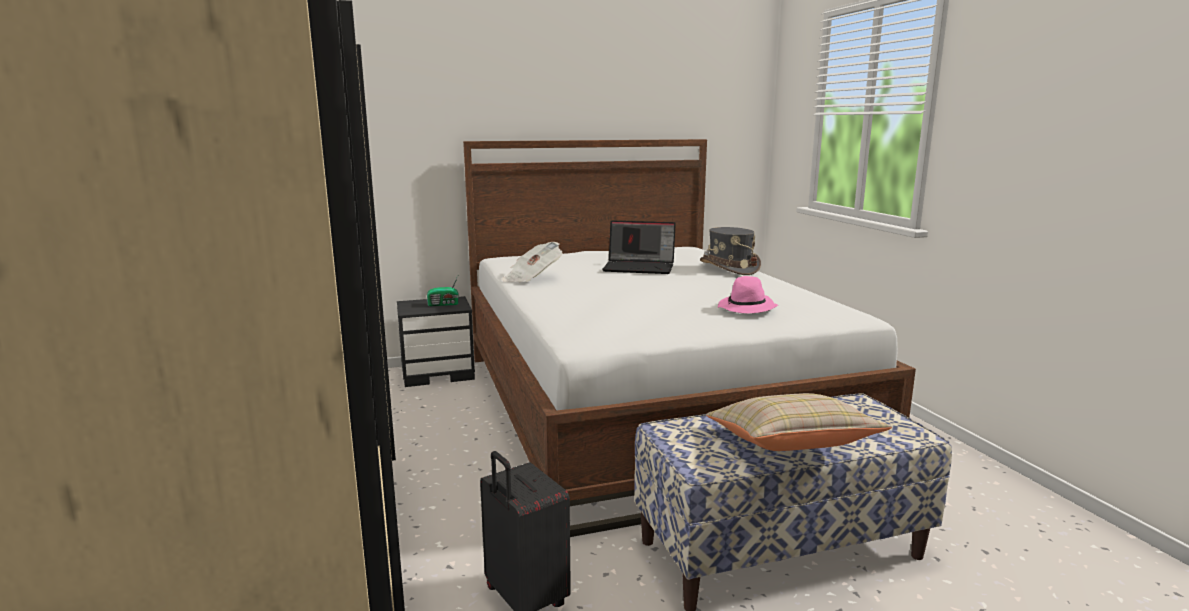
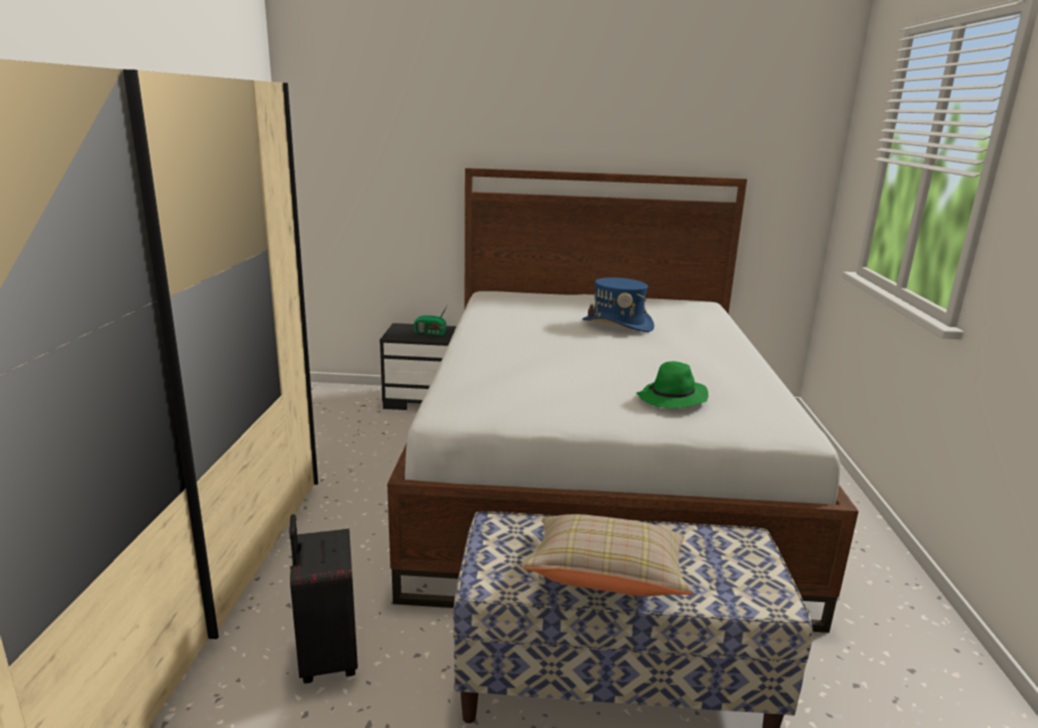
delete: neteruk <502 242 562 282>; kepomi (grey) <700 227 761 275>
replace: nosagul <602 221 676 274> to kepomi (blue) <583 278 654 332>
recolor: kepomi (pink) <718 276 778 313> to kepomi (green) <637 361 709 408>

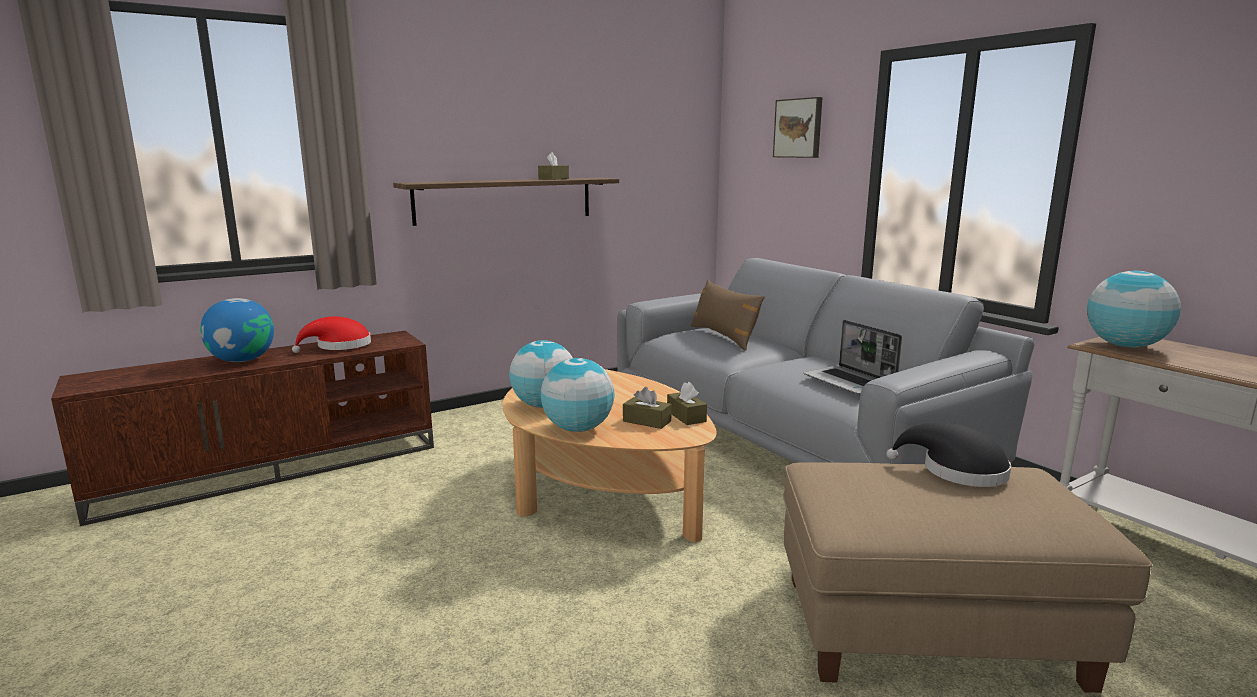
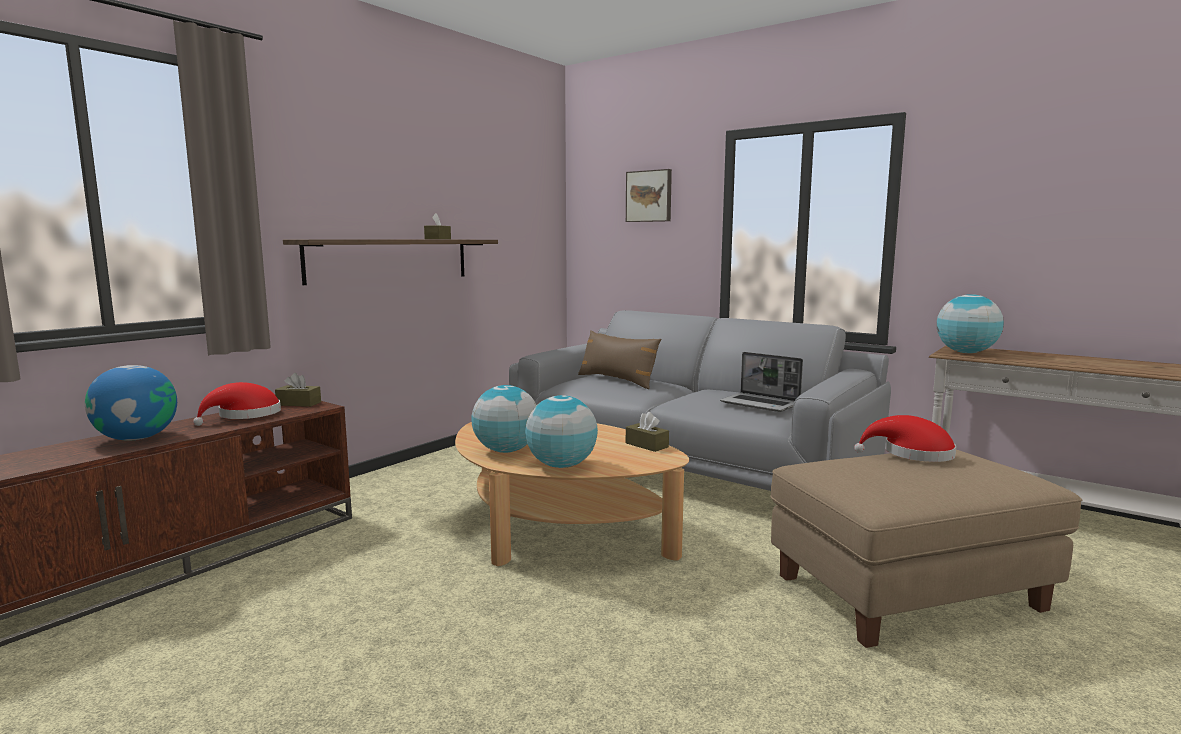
move: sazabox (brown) <623 387 672 429> to <275 373 321 407>
recolor: kepomi (black) <886 422 1011 487> to kepomi (red) <854 415 956 462>

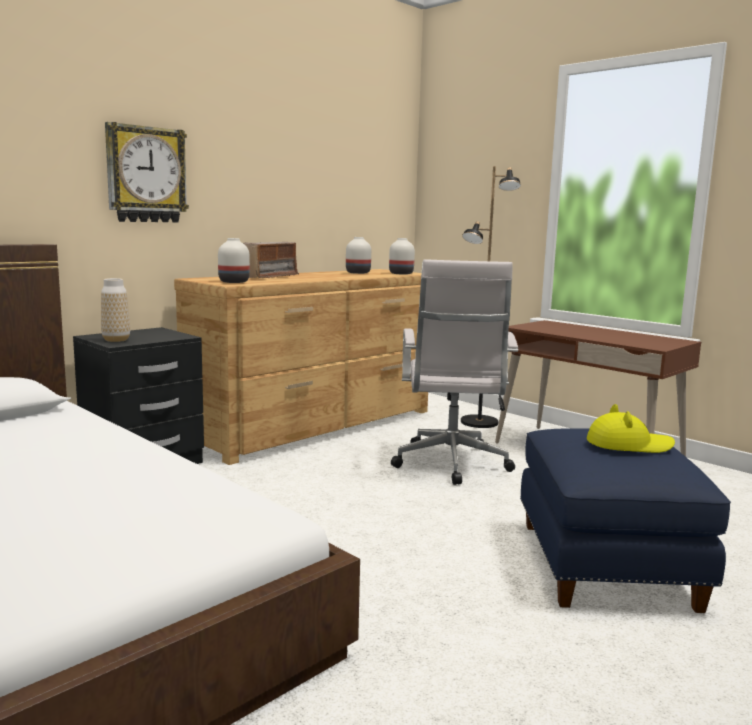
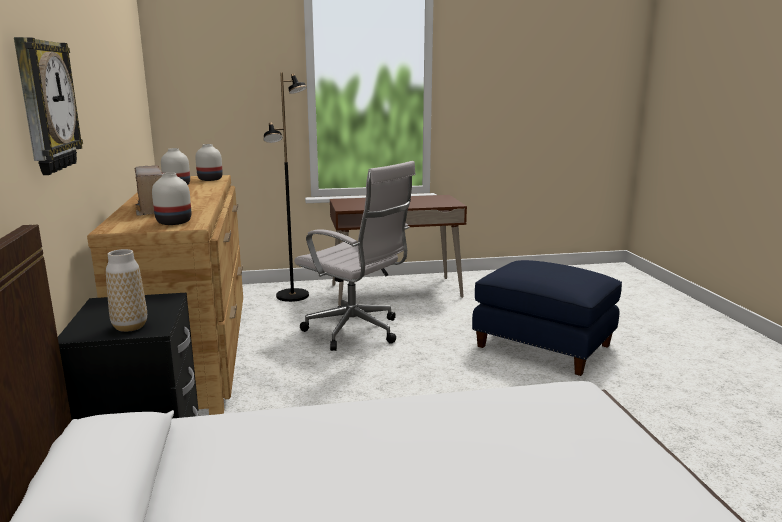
delete: kepomi (yellow) <587 404 675 453>

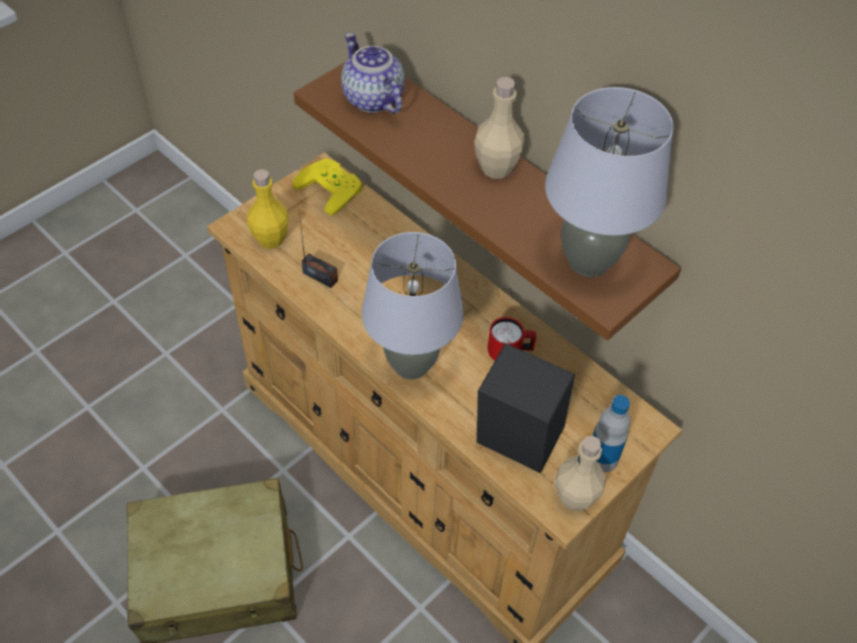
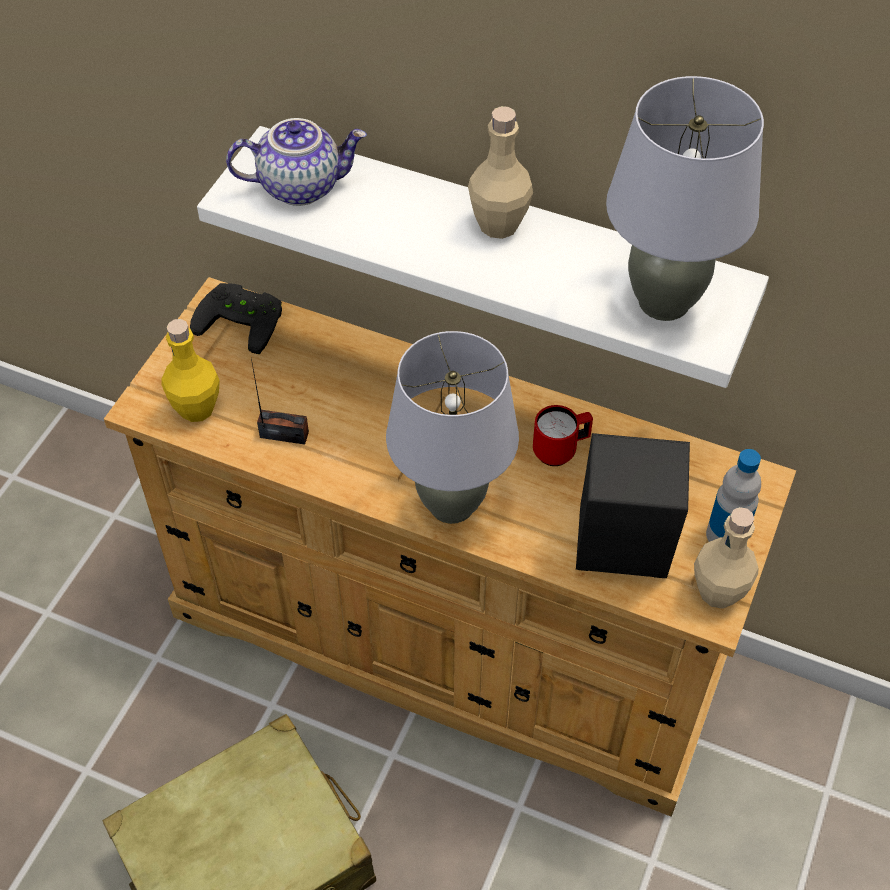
recolor: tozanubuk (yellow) <292 158 362 216> to tozanubuk (black) <190 283 282 354>; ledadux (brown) <294 62 681 341> to ledadux (white) <197 126 769 388>
rotate: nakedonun <341 33 405 114> = <226 118 367 206> 135 degrees clockwise

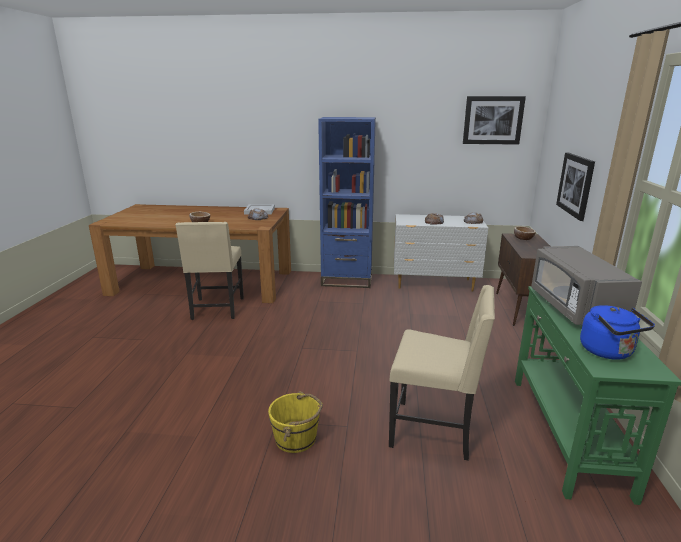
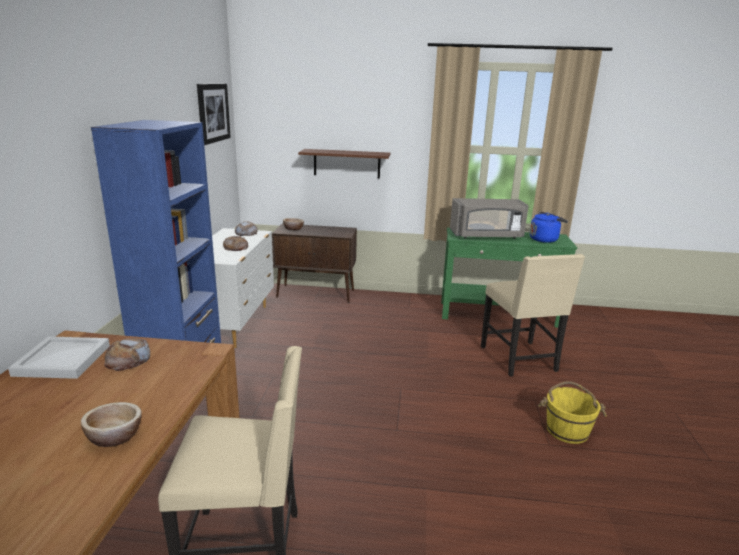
replace: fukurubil <556 152 595 221> to ledadux (brown) <298 149 390 178>
rotate: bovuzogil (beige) <389 285 495 461> = <481 254 585 377> 150 degrees clockwise

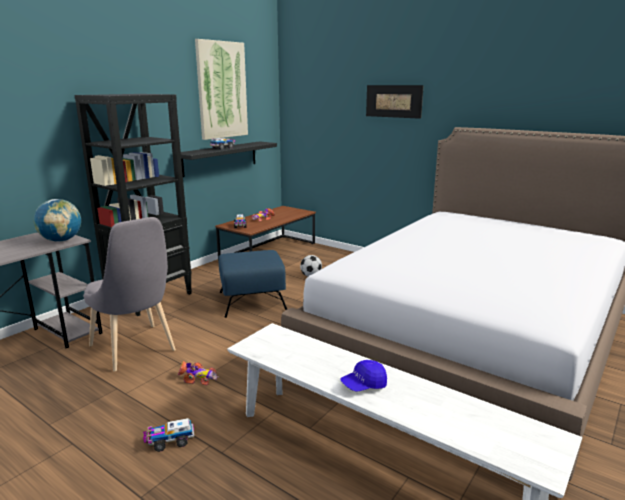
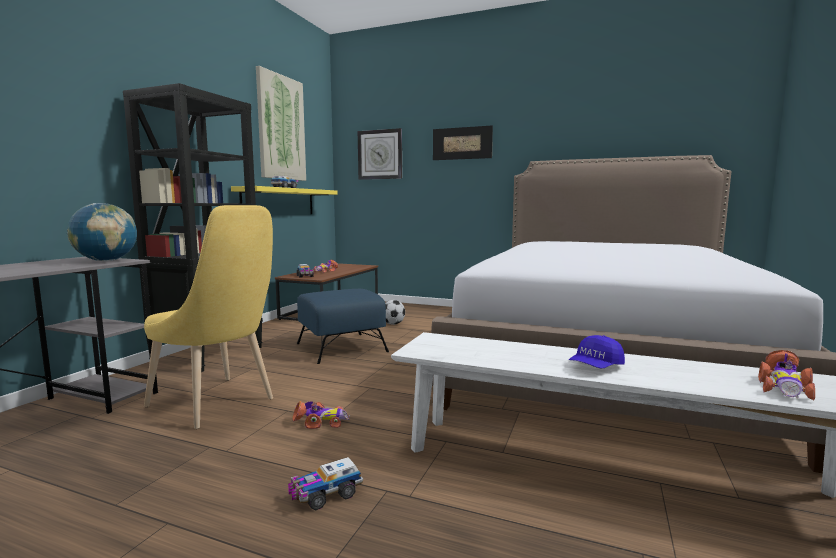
insert: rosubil <358 128 402 180>; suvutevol <758 350 815 401>
recolor: bovuzogil (grey) <83 217 176 372> to bovuzogil (yellow) <144 205 273 429>; ledadux (black) <181 141 277 177> to ledadux (yellow) <231 186 338 214>

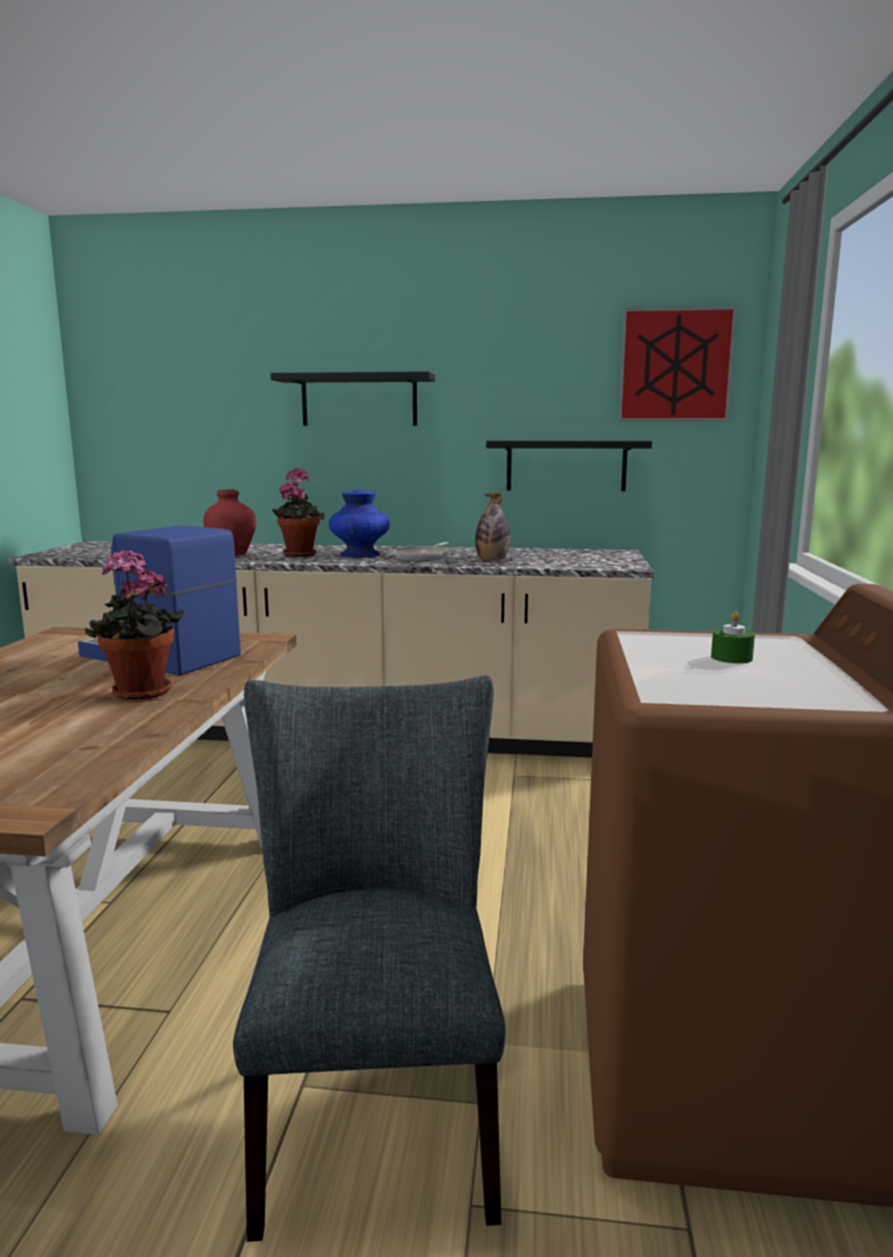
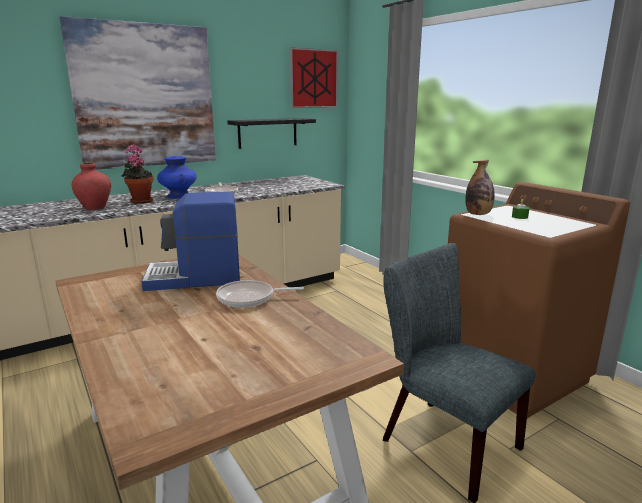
move: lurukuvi <475 493 510 561> to <465 160 495 215>
replace: ledadux (black) <270 371 435 426> to fukurubil <60 16 216 170>; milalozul <85 550 184 700> to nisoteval <216 280 304 308>

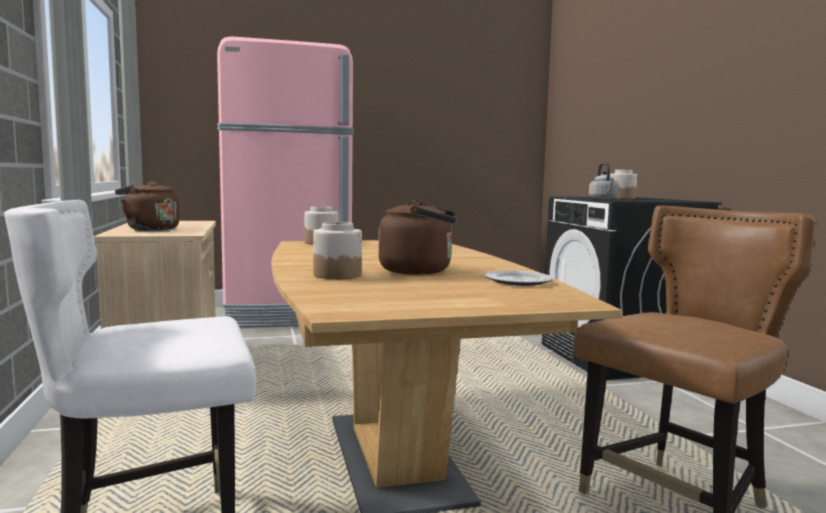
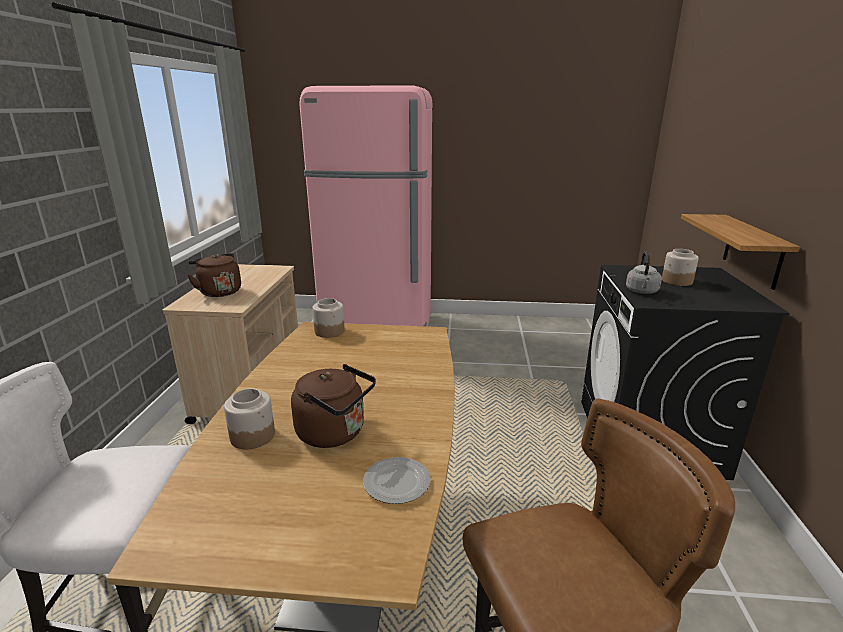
insert: ledadux <681 214 800 290>

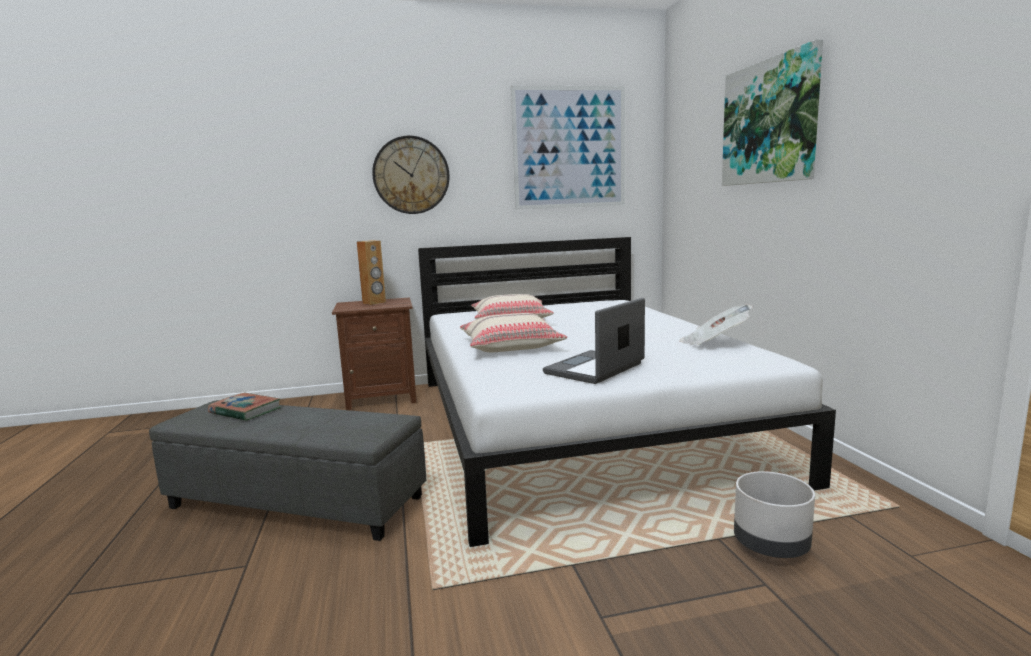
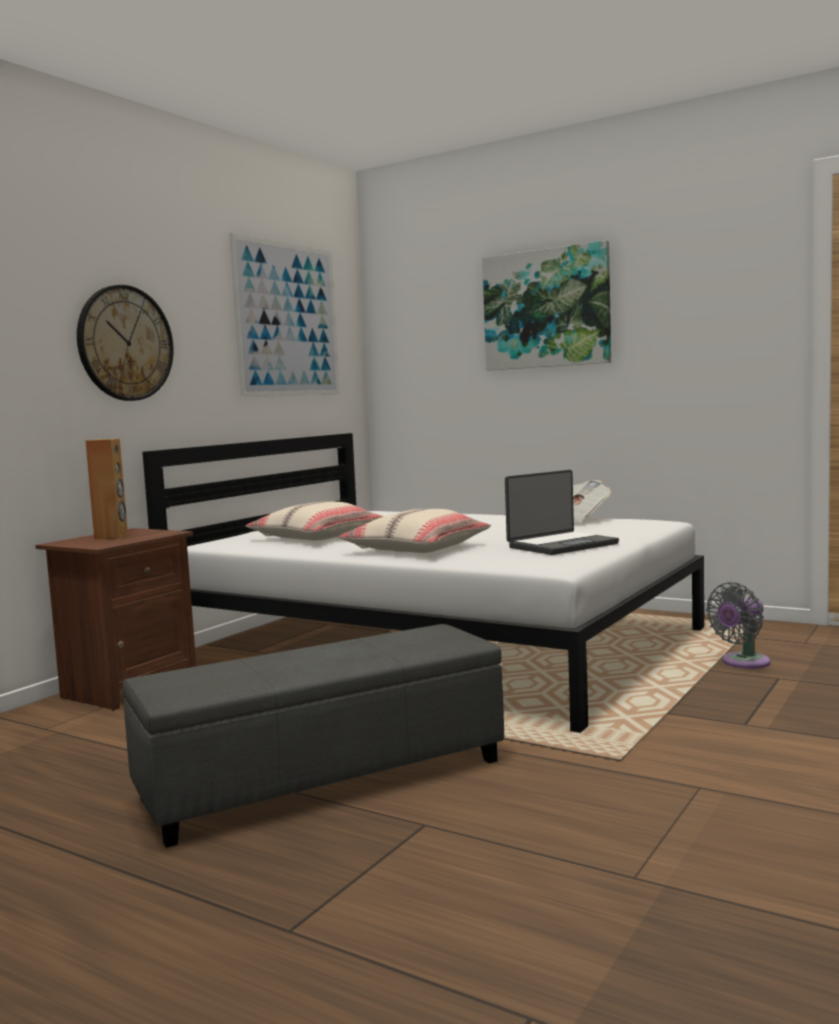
delete: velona <208 393 281 421>
replace: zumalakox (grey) <734 471 815 558> to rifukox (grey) <706 582 770 669>
rotate: nosagul <543 298 645 384> = <505 470 619 555> 120 degrees counterclockwise

